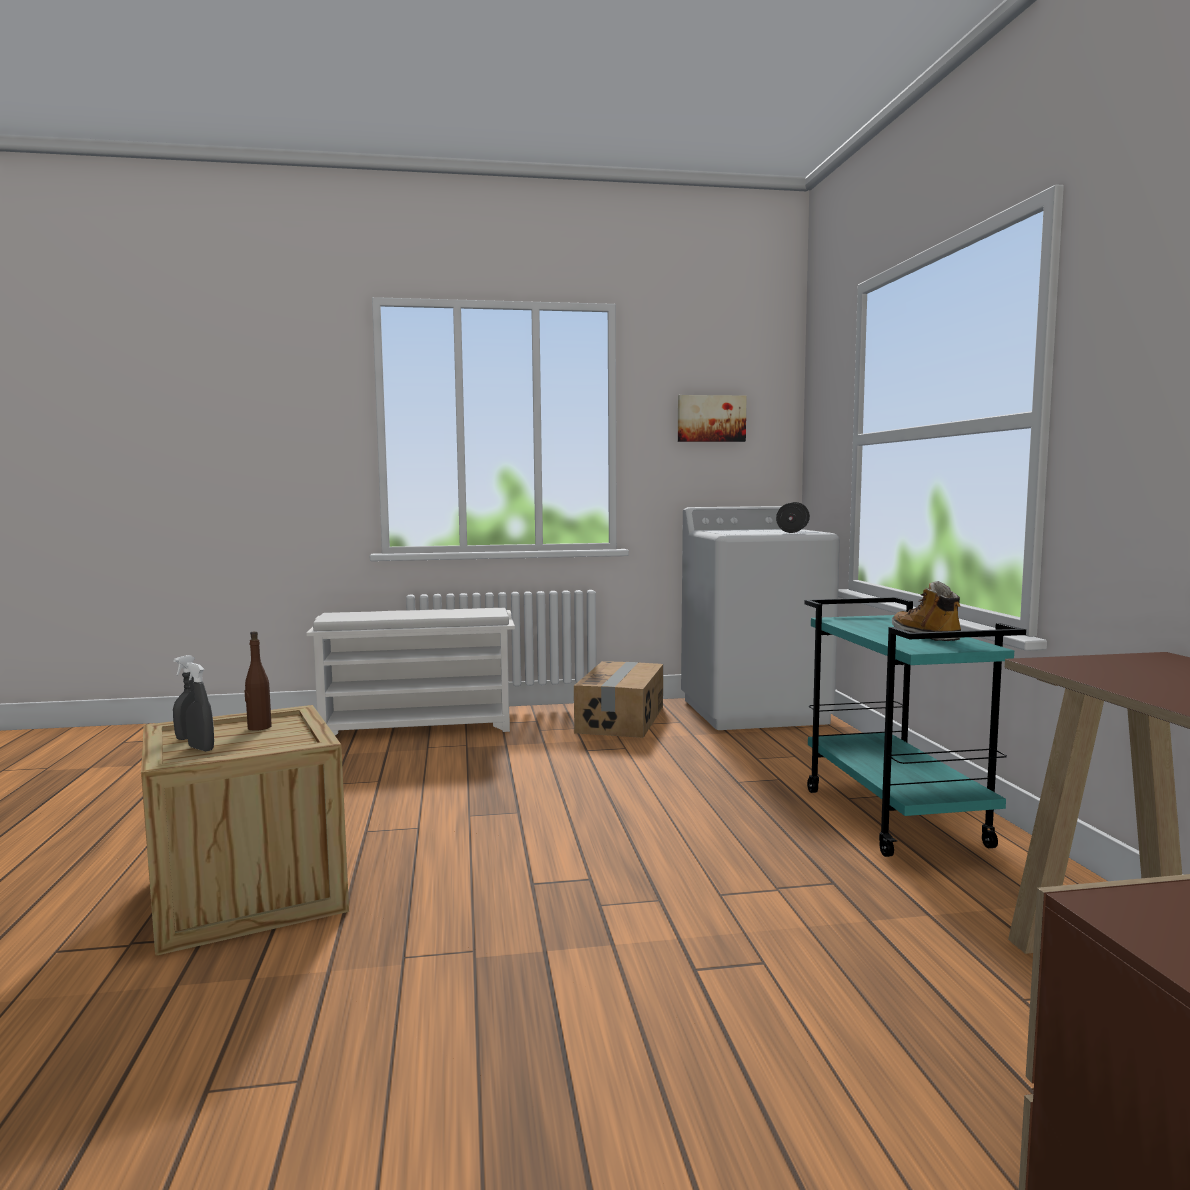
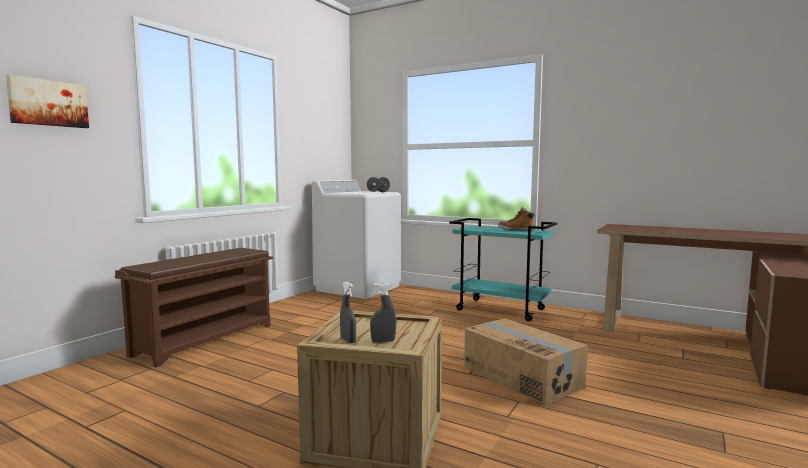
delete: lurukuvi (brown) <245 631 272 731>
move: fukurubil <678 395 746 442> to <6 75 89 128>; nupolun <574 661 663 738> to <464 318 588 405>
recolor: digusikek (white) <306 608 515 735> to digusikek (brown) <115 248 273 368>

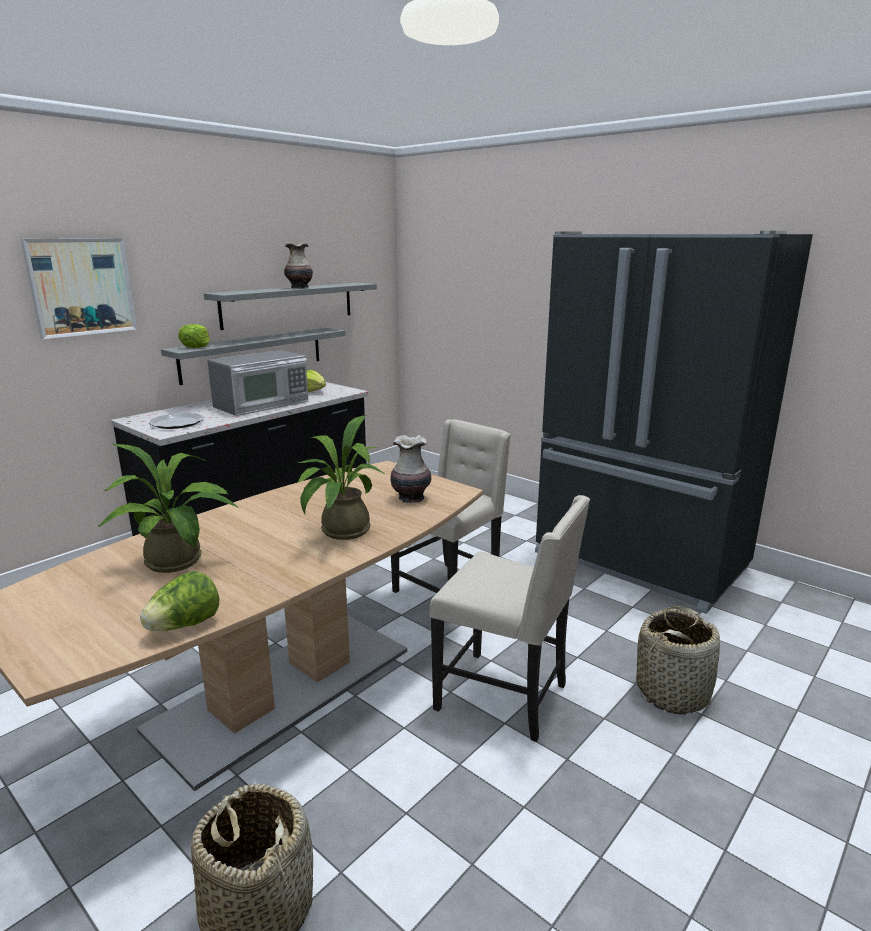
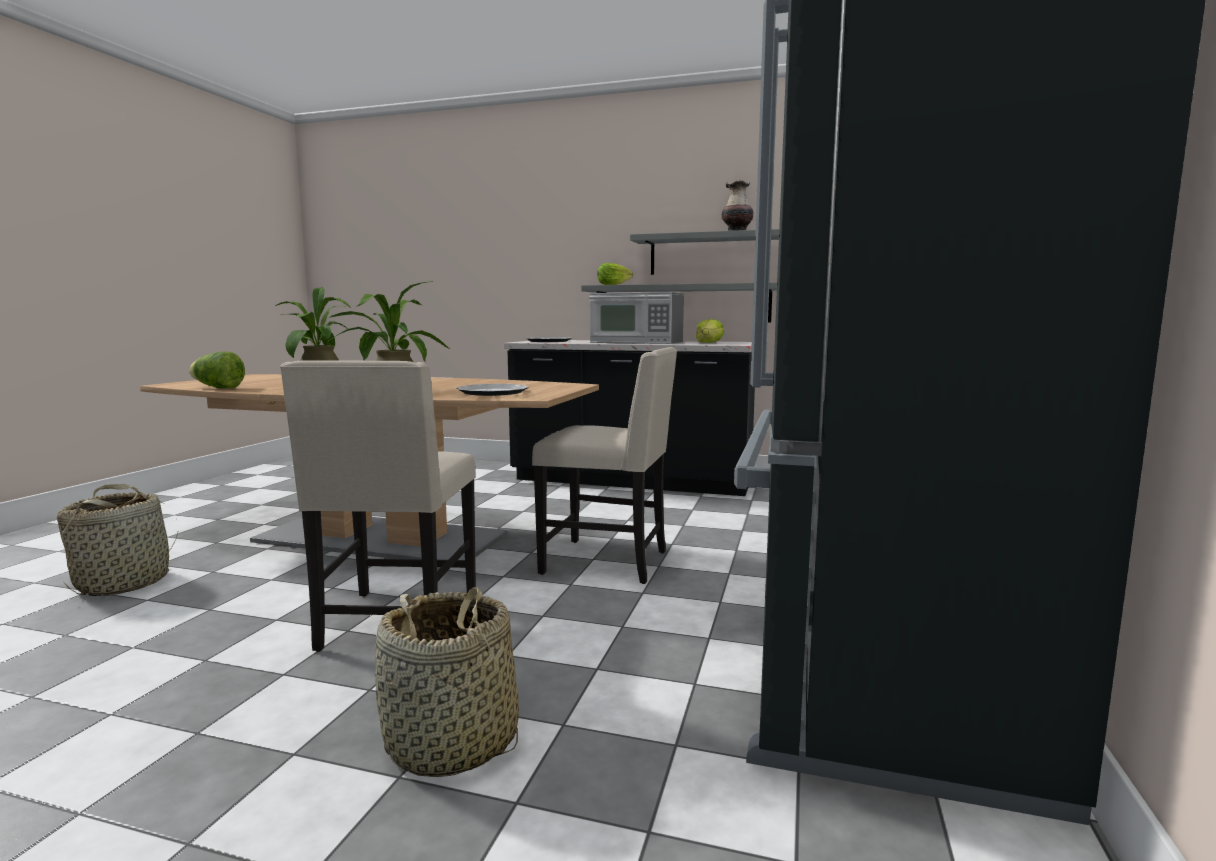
delete: fukurubil <21 238 137 339>
replace: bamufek <391 435 431 503> to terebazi <457 384 529 396>

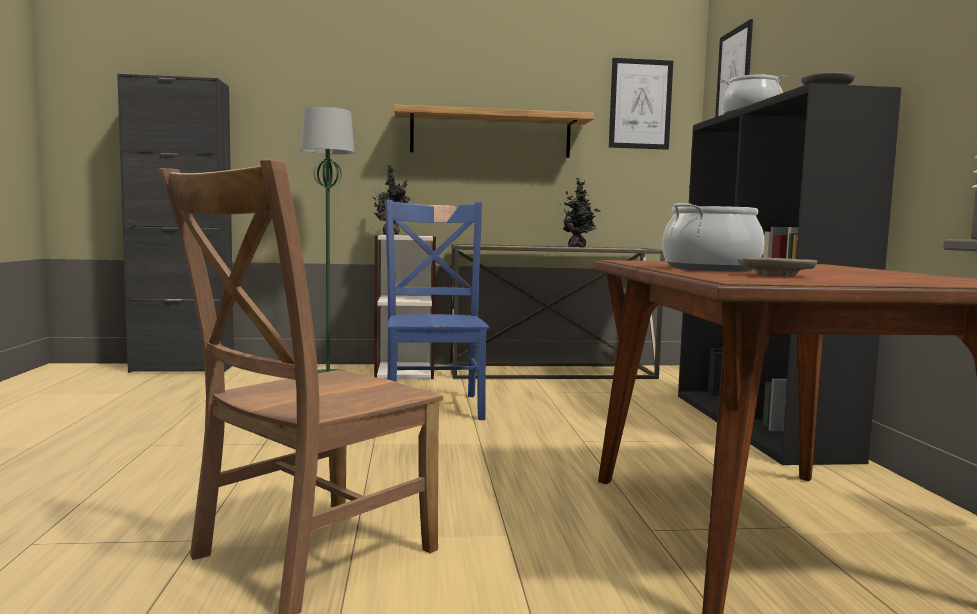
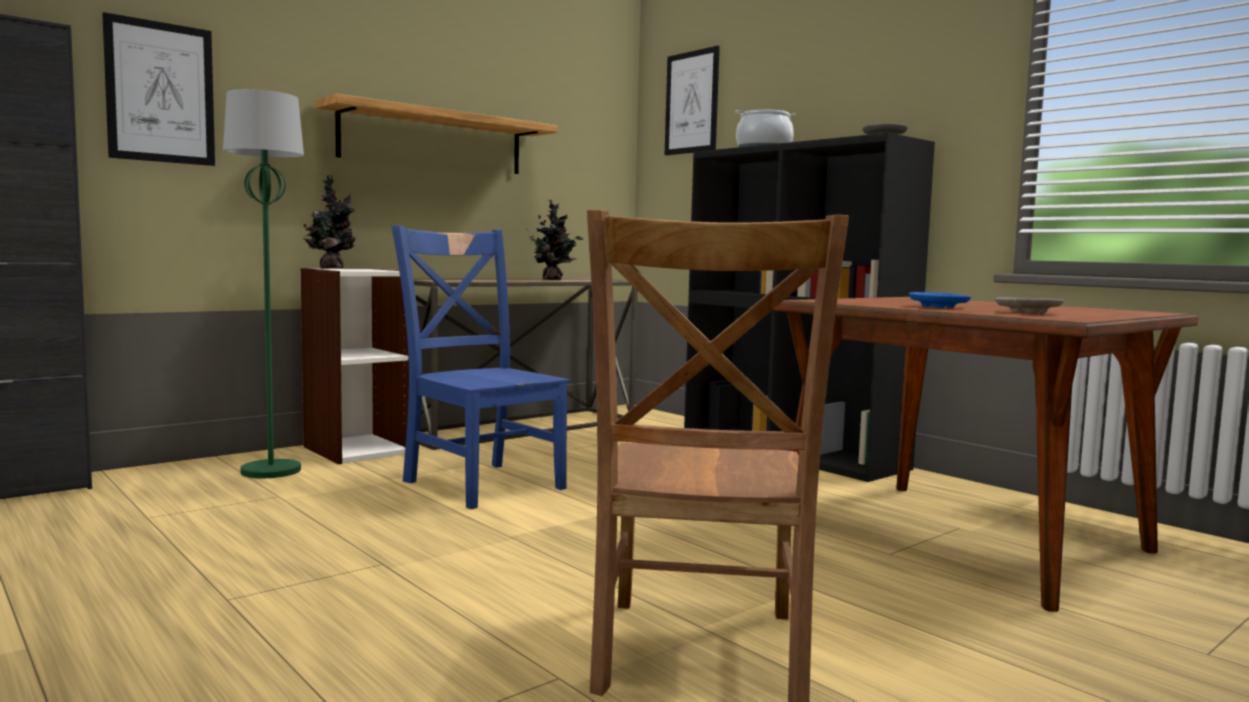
move: fukurubil <609 58 673 150> to <102 12 215 166>
replace: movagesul <662 203 764 271> to terebazi (blue) <909 292 971 308>

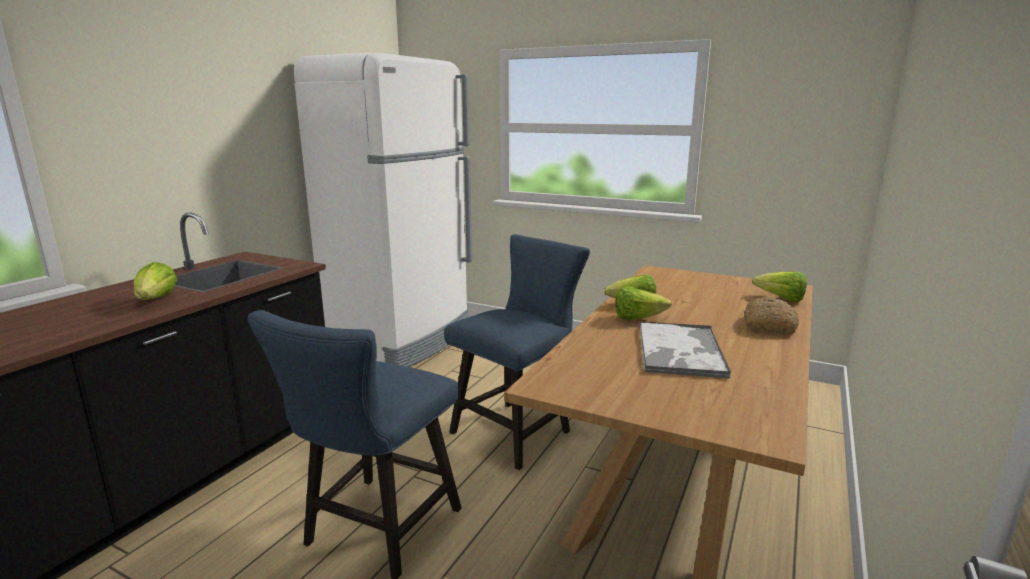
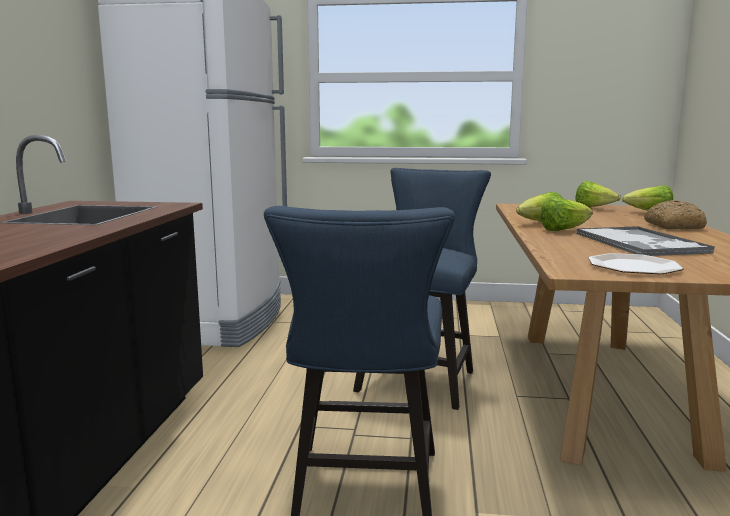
insert: terebazi <588 253 684 274>
move: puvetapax <134 262 177 300> to <575 181 621 207>

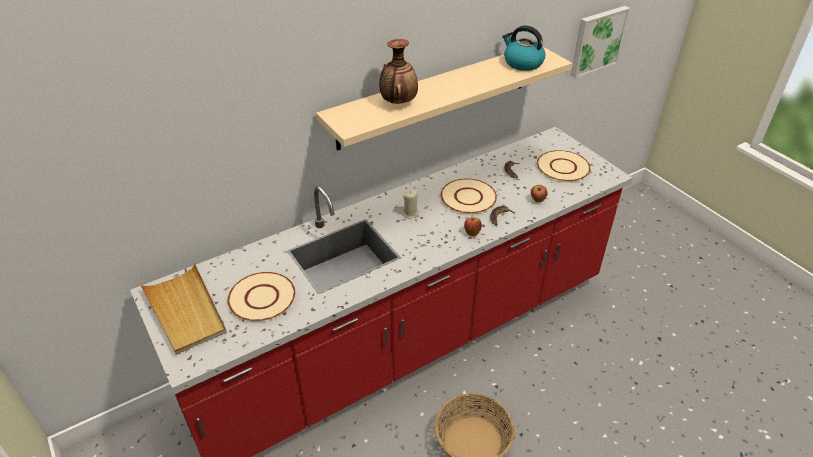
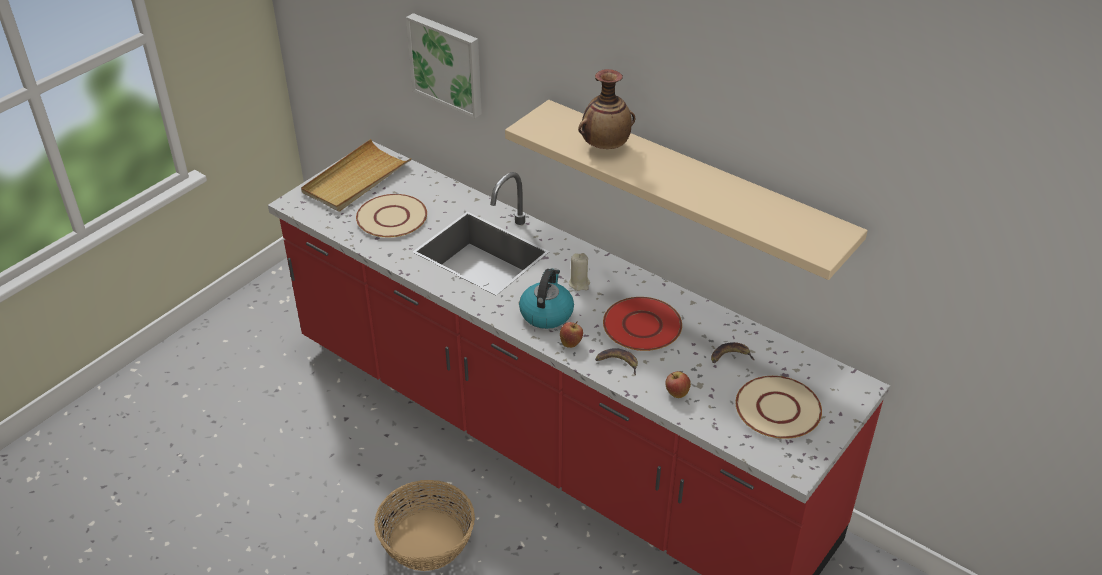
move: fukurubil <571 6 630 78> to <406 13 482 118>; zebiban <502 26 546 71> to <519 268 574 329>
recolor: terebazi (beige) <441 179 497 214> to terebazi (red) <603 297 682 351>

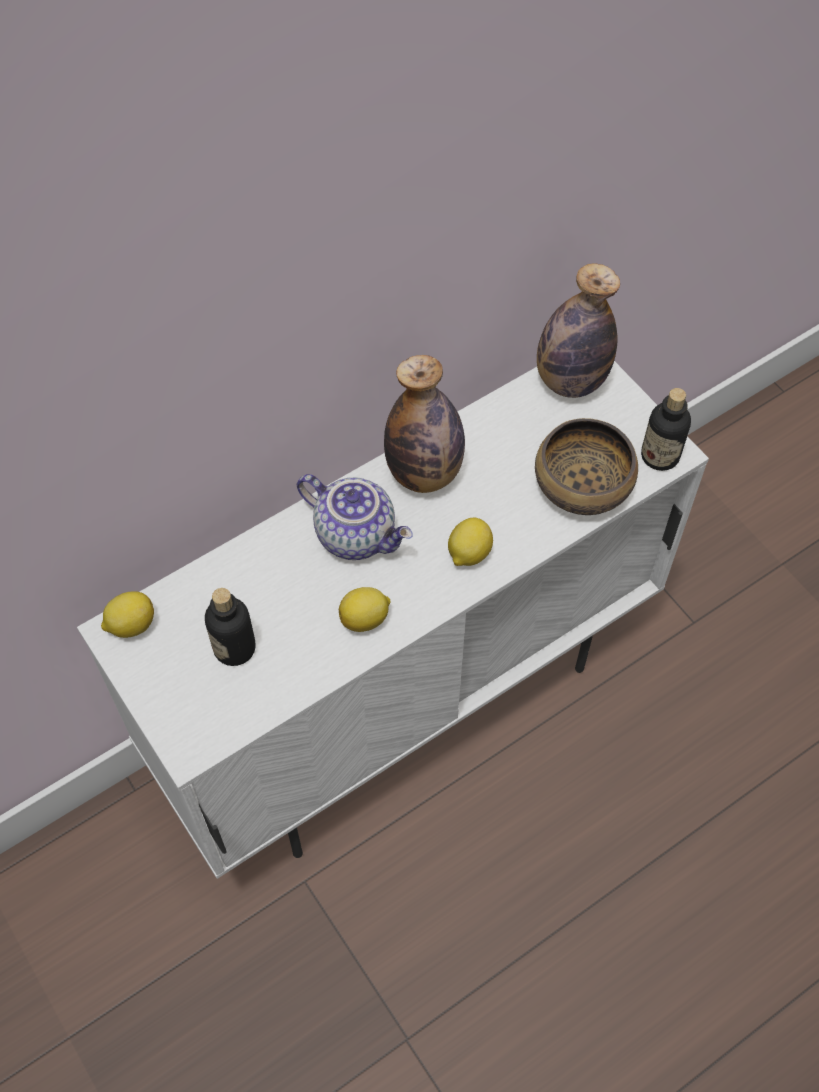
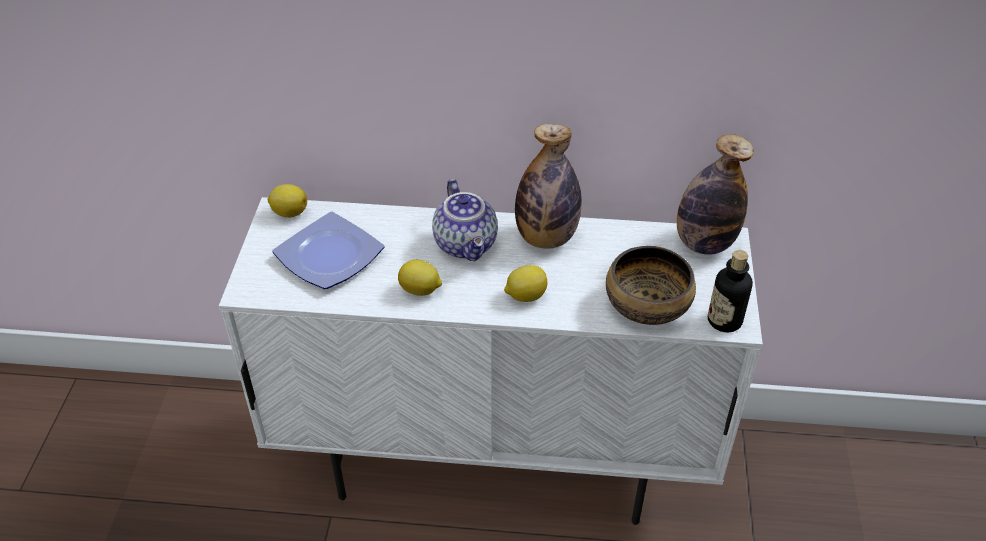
replace: lurukuvi <205 588 256 666> to terebazi <272 212 384 289>

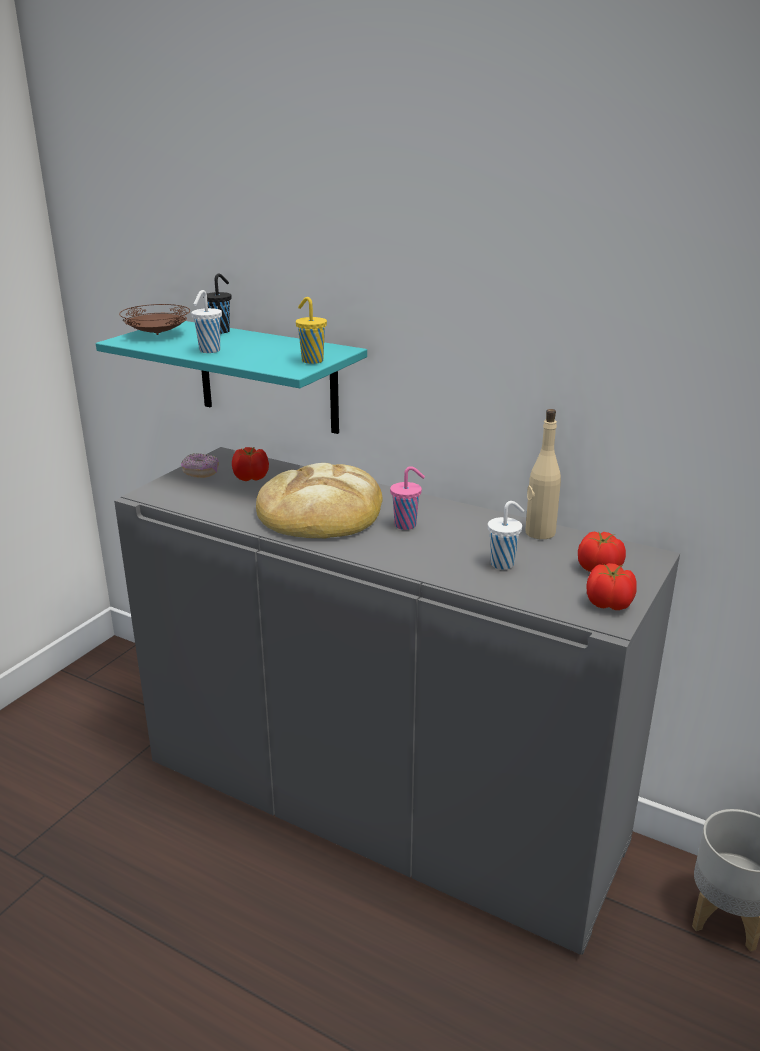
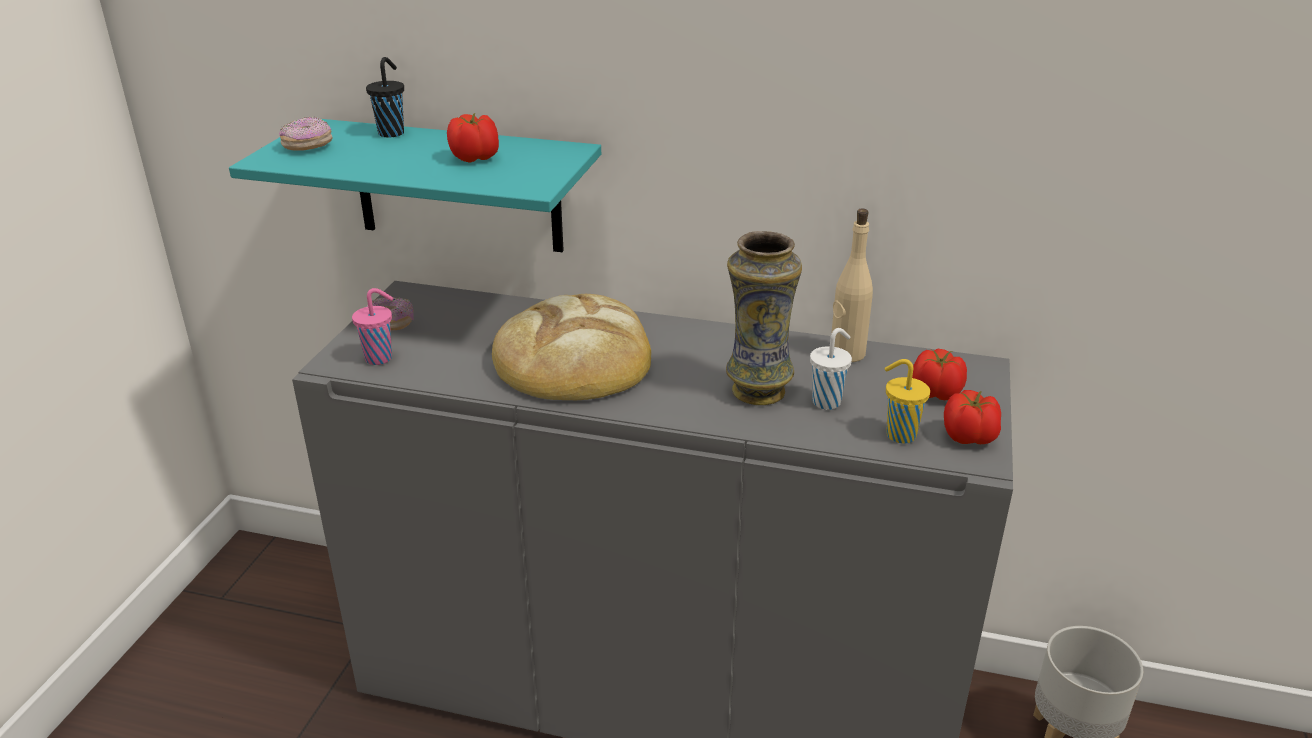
delete: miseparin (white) <191 290 222 353>
insert: bamufek <726 231 802 405>
move: miseparin (pink) <390 466 425 530> to <352 288 394 365>; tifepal <232 447 269 481> to <447 113 499 163>; miseparin (yellow) <296 297 327 364> to <885 359 930 444>
replace: terebazi (brown) <119 304 190 335> to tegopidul <279 117 333 150>

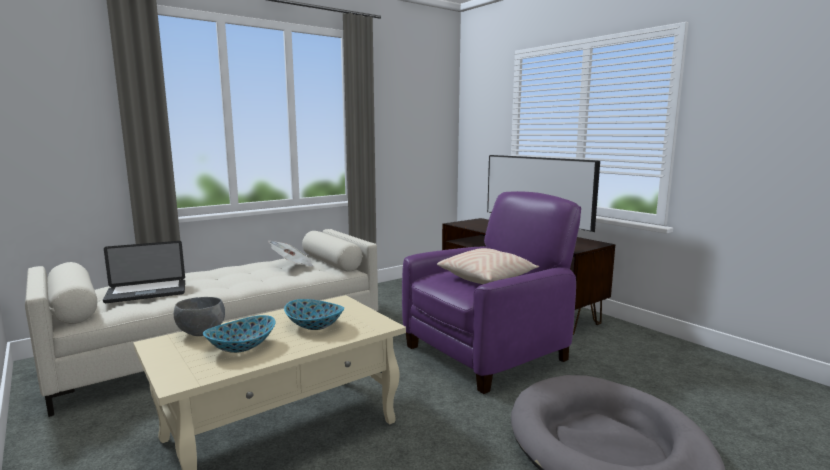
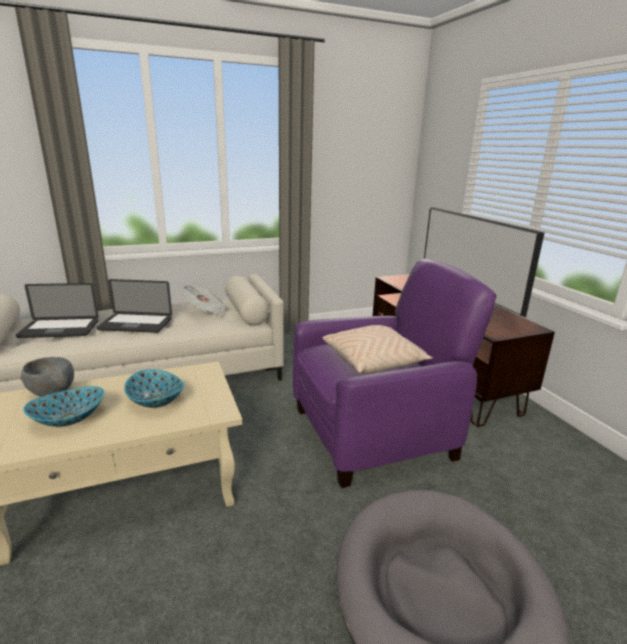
insert: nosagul <96 279 172 333>

